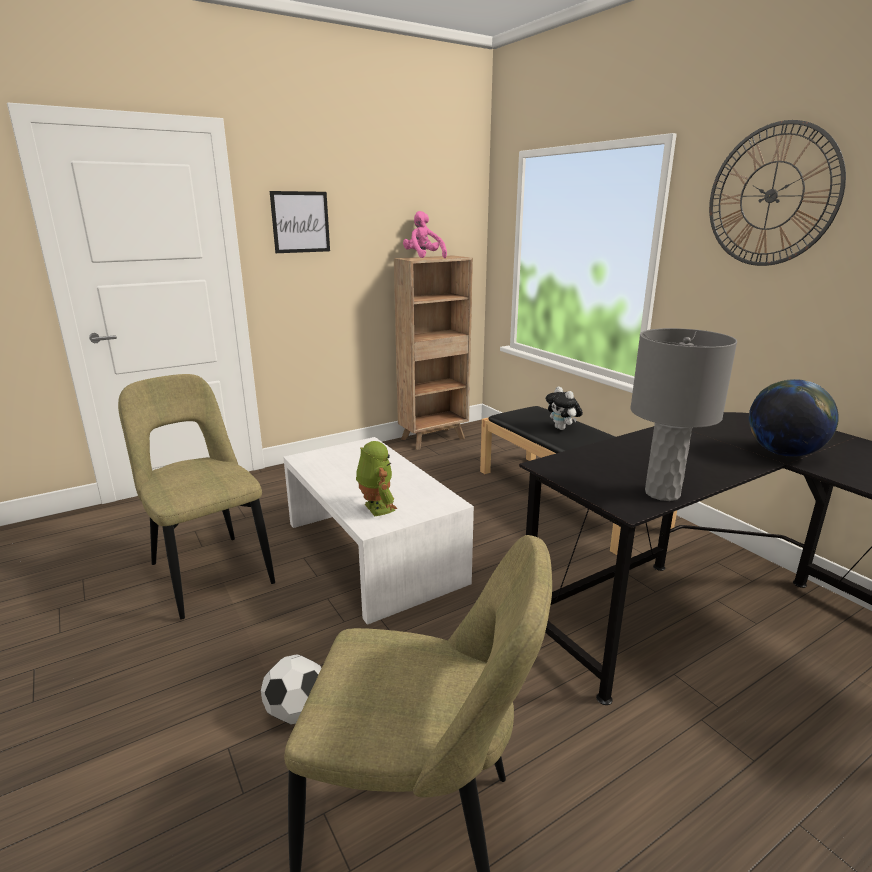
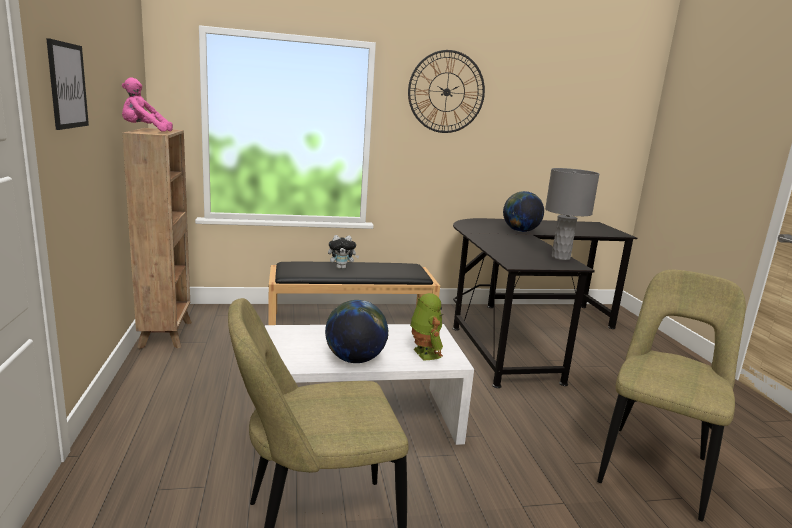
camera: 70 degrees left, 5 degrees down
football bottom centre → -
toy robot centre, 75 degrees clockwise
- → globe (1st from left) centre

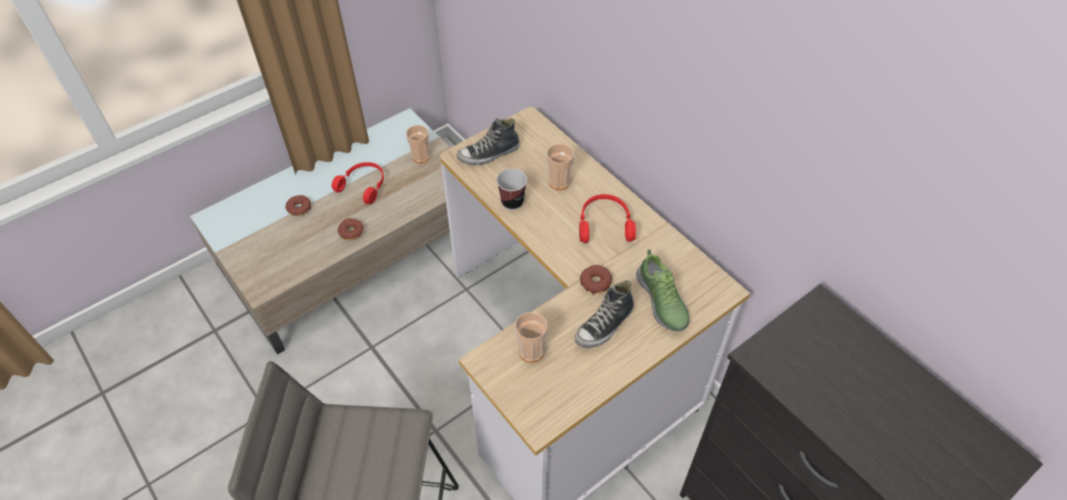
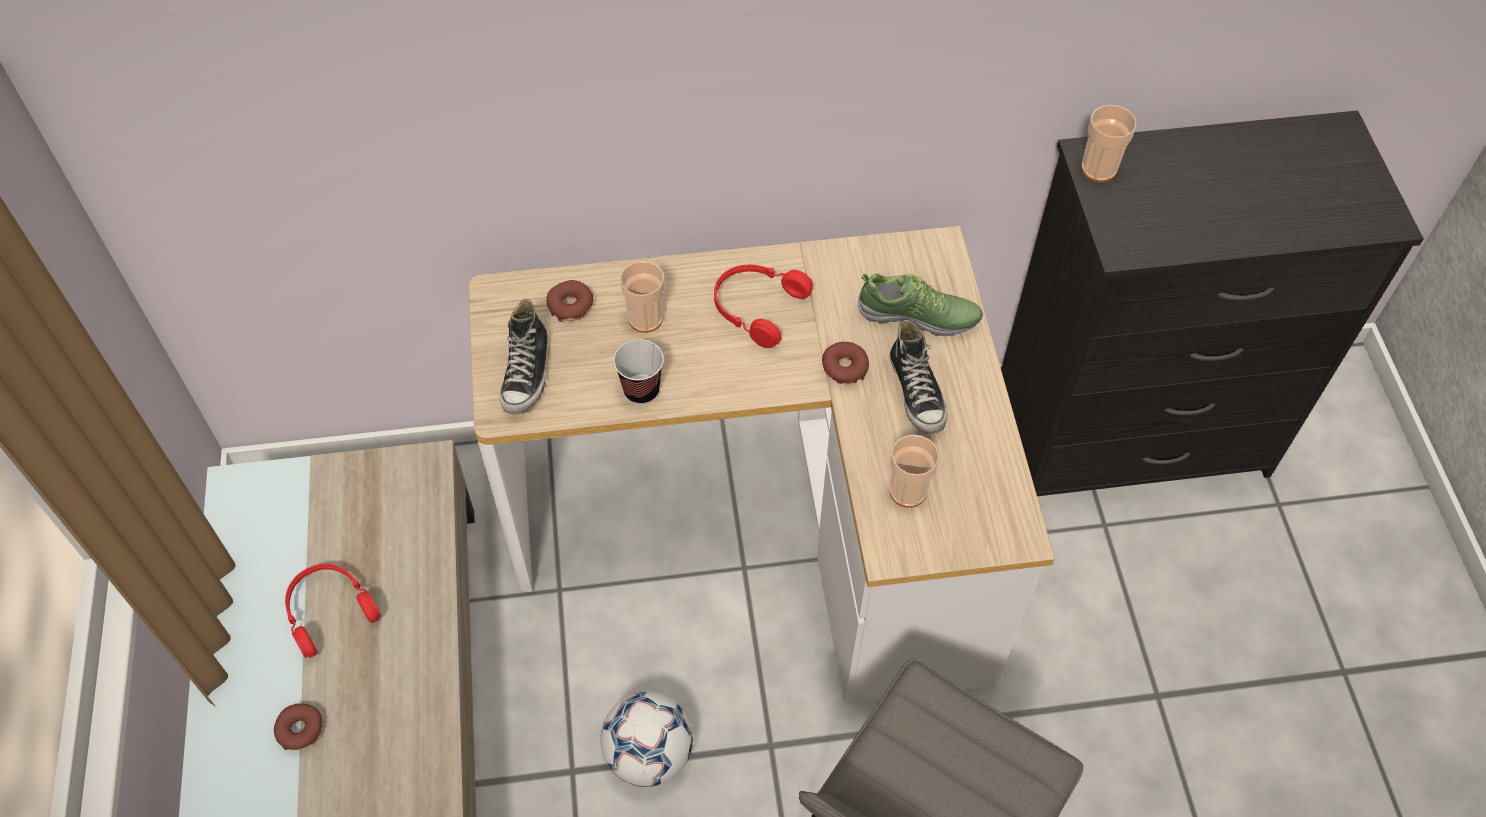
camera: 60 degrees left, 5 degrees up
donut (2nd from left) middle left → donut (2nd from left) centre, move
cup (1st from left in the first image) top centre → cup (4th from left) top right, move
- → football bottom centre

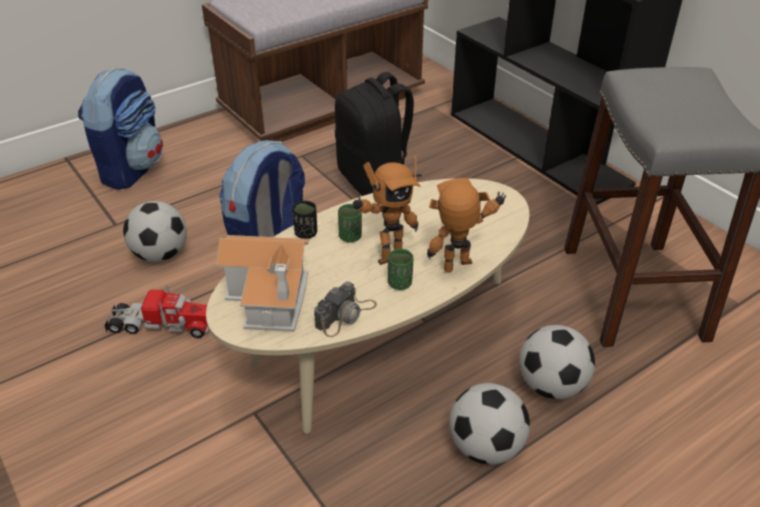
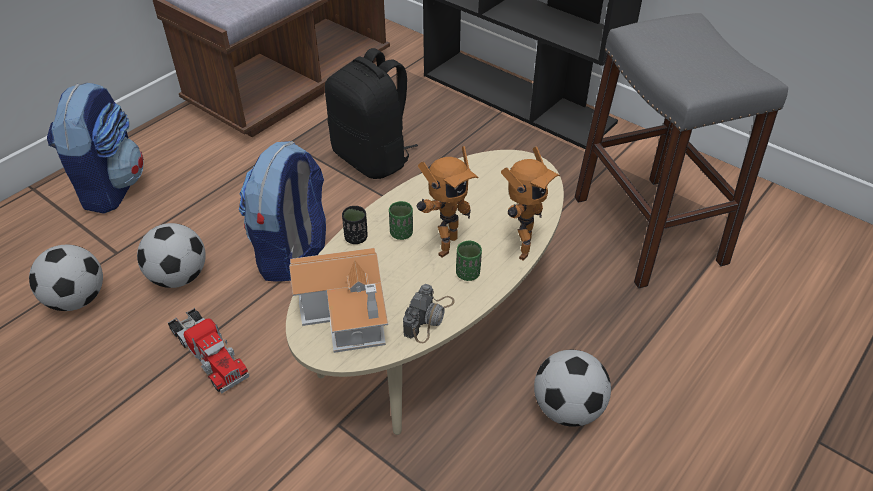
camera: 15 degrees left, 5 degrees up
toy truck middle left → toy truck bottom left, 60 degrees clockwise
toy robot (2nd from left) centre, 150 degrees clockwise
football (3rd from left in the first image) bottom right → football (1st from left) middle left, move

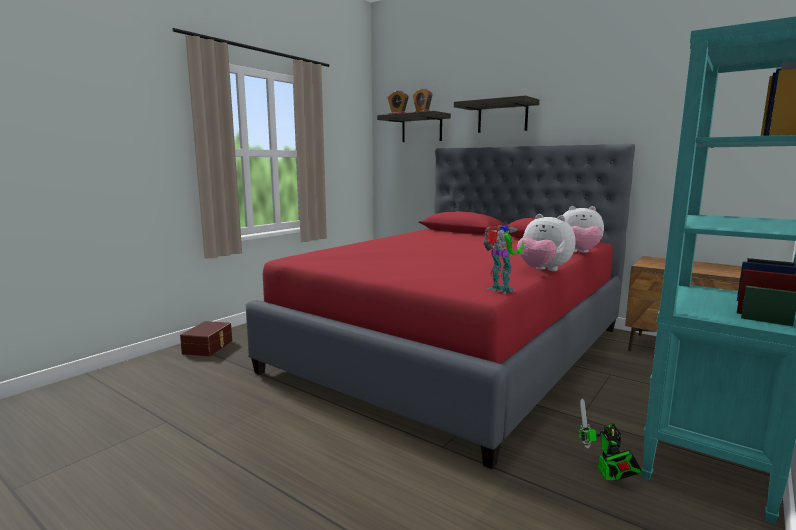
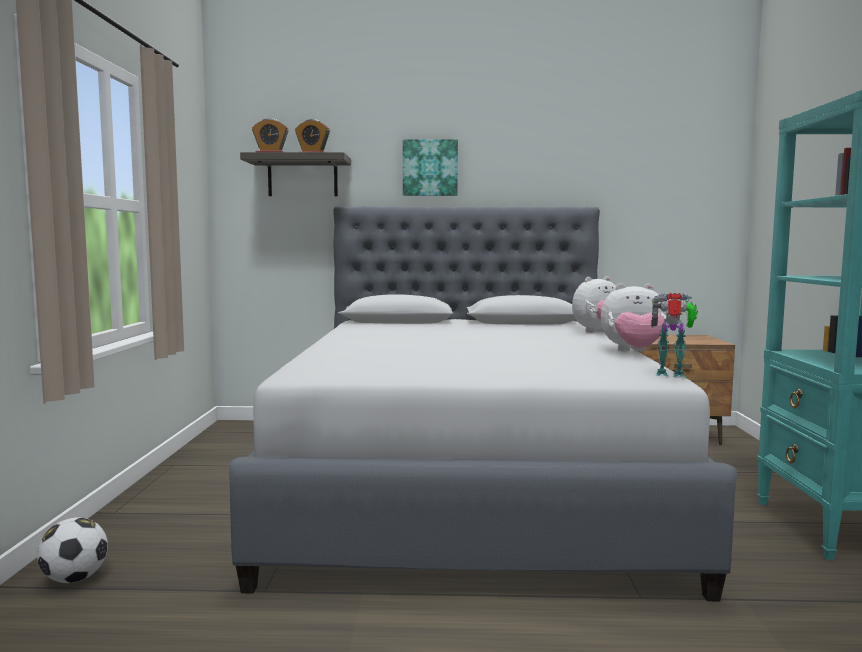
camera: 35 degrees left, 5 degrees down
brown storage box middle left → football bottom left
red bed centre → grey bed centre
shelf (2nd from left) top centre → picture top centre
toy robot (2nd from left) bottom right → -

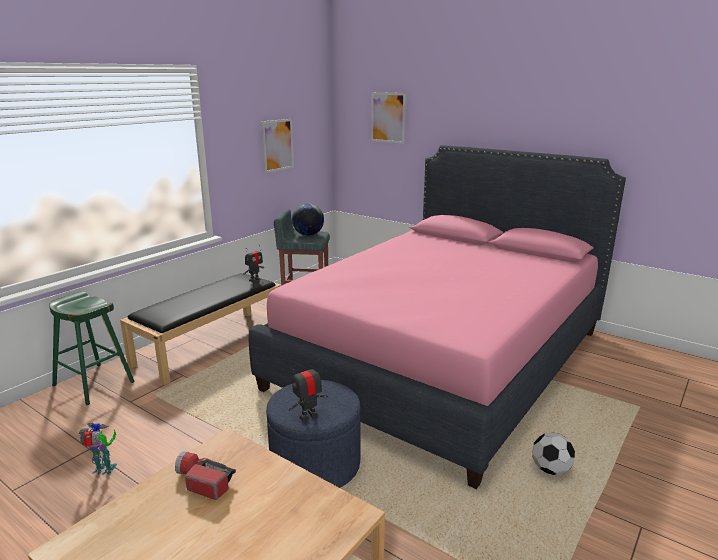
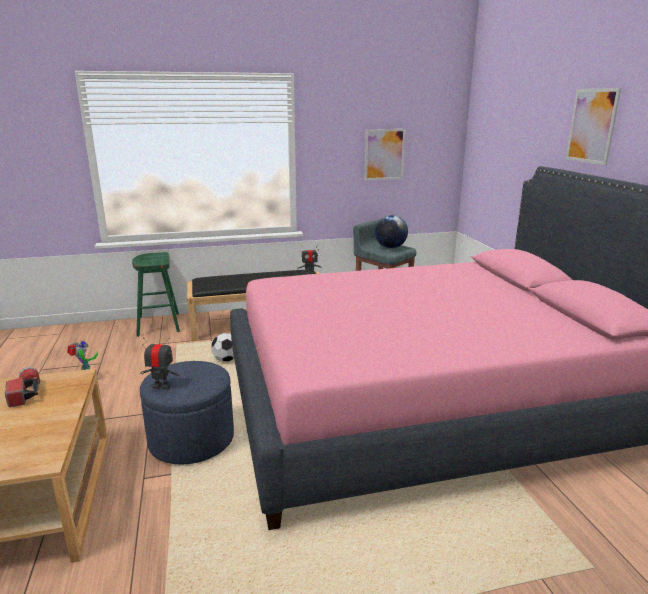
camera: 40 degrees right, 0 degrees up
picture (2nd from left) top centre → picture (2nd from left) top right, move
football bottom right → football centre, move

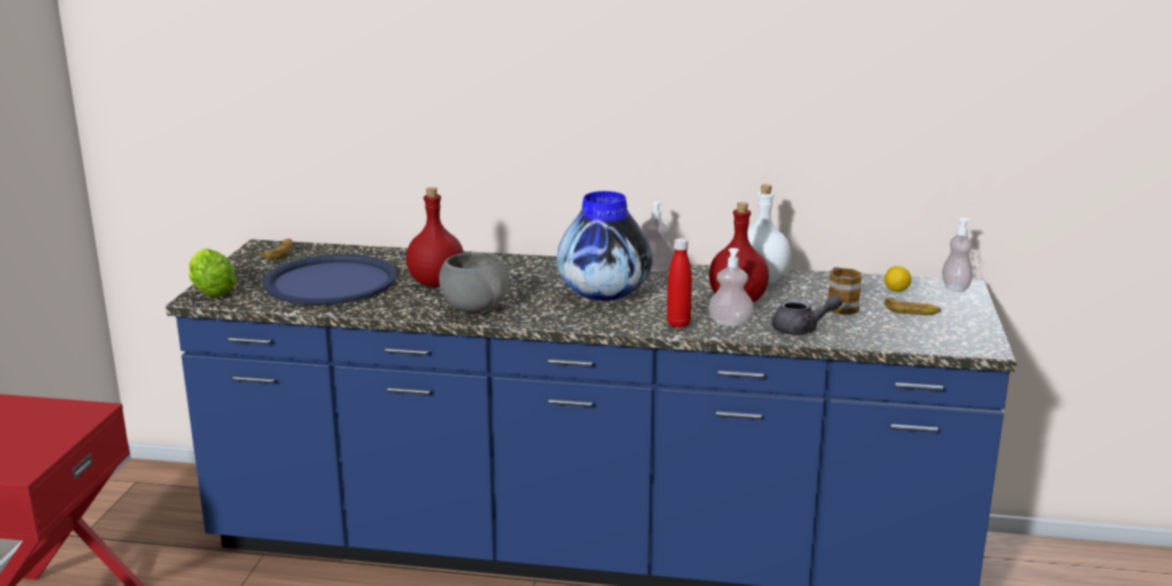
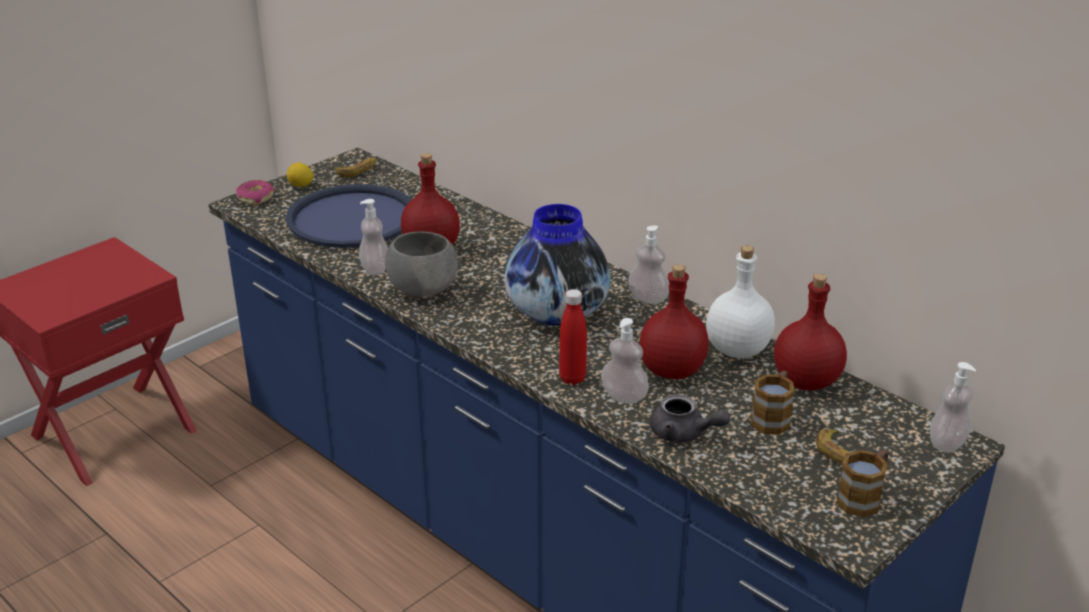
camera: 35 degrees right, 10 degrees up
lettuce middle left → donut top left
lemon middle right → lemon top left, move
- → soap dispenser (1st from left) centre
- → red bottle (4th from left) middle right
- → mug (2nd from left) bottom right

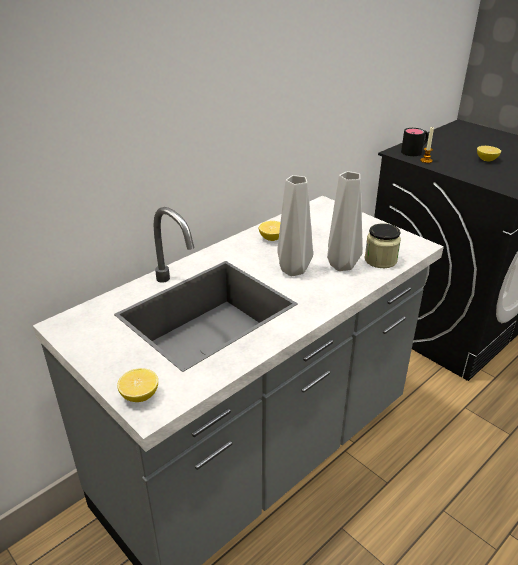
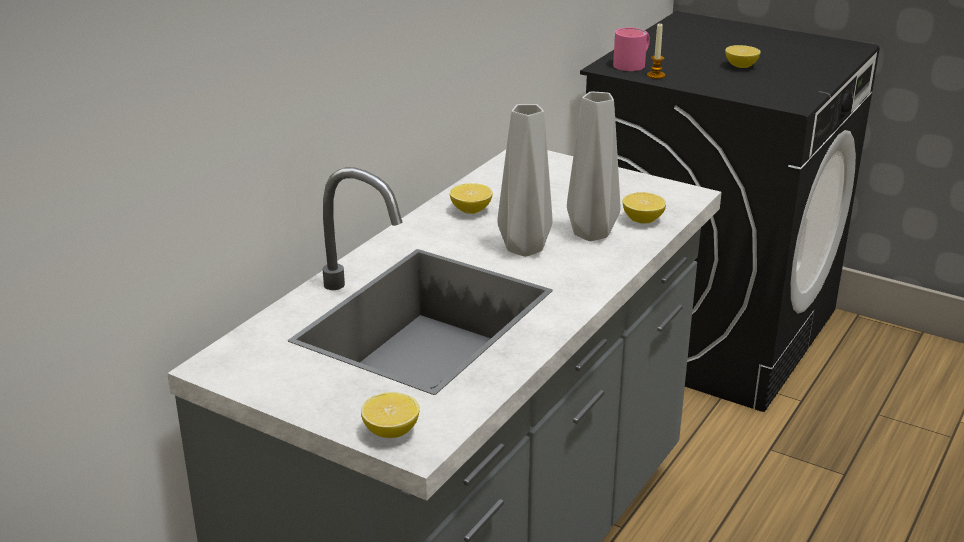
camera: 15 degrees left, 5 degrees down
jar middle right → lemon (3rd from left) middle right
black mug top right → pink mug top centre

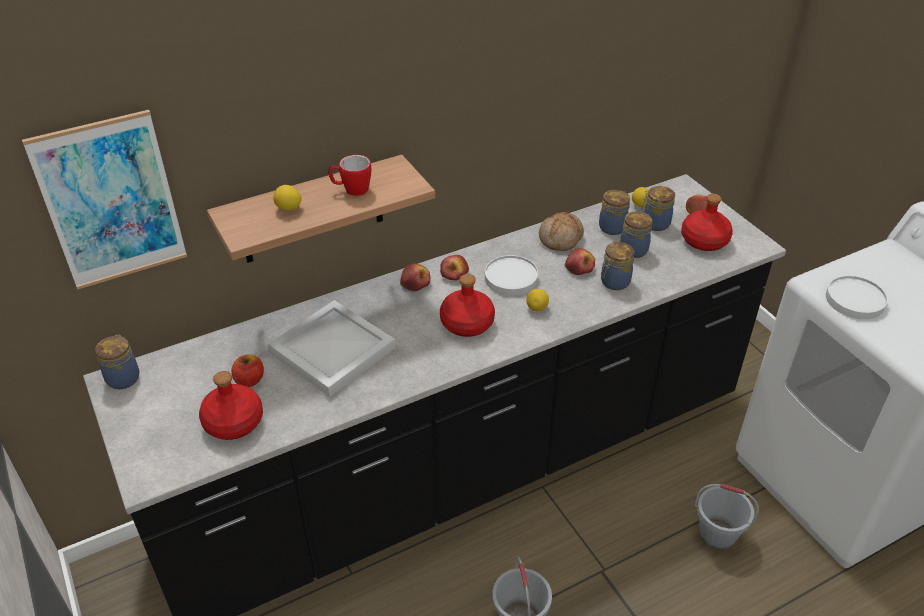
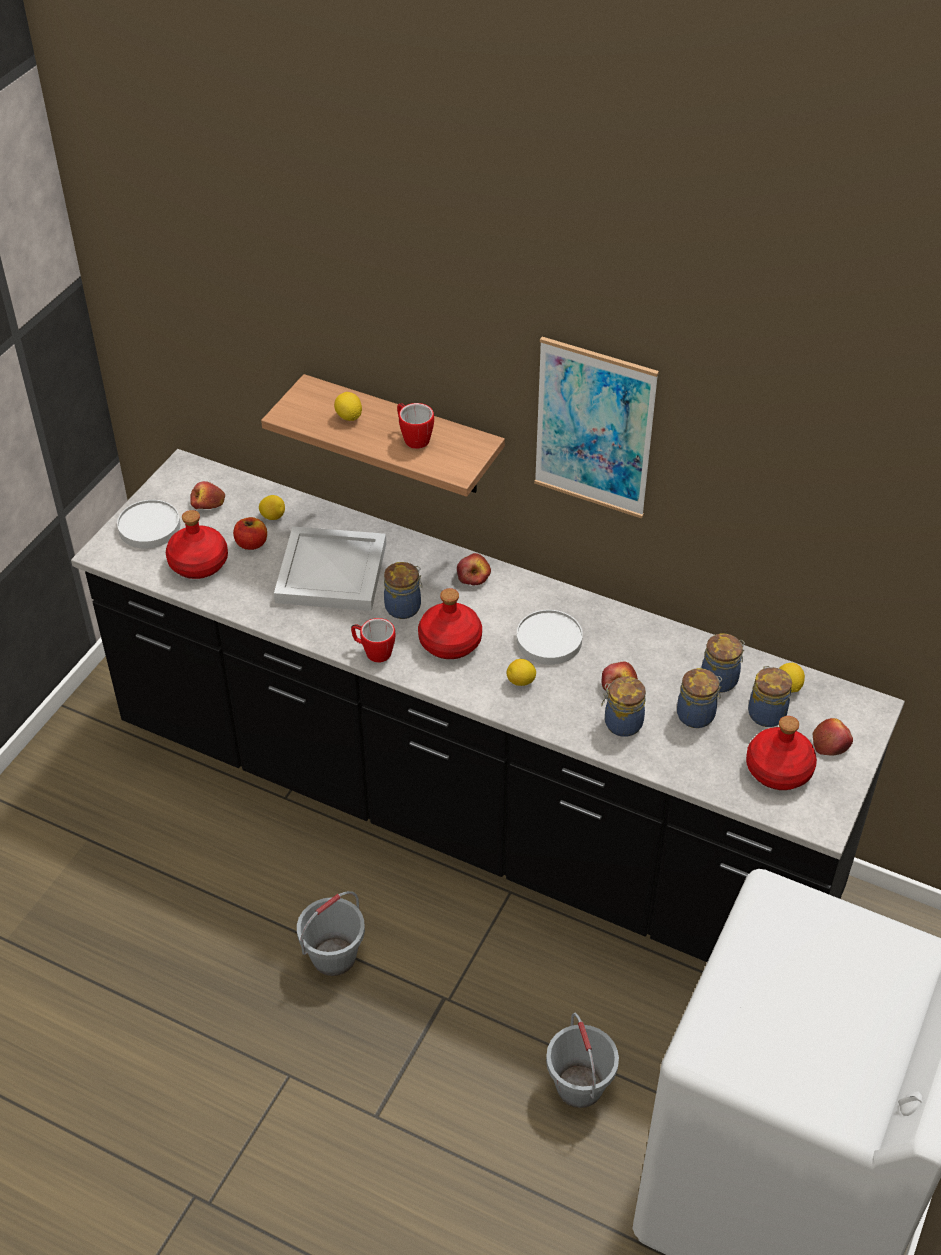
camera: 55 degrees right, 5 degrees up
picture top left → picture centre, move
jar (1st from left) middle left → jar (1st from left) centre, move
apple (3rd from left in the first image) centre → apple (1st from left) middle left, move
bread centre → -
white plate (2nd from left in the first image) middle right → white plate (1st from left) middle left, move
- → lemon (1st from left) middle left
- → mug (1st from left) centre

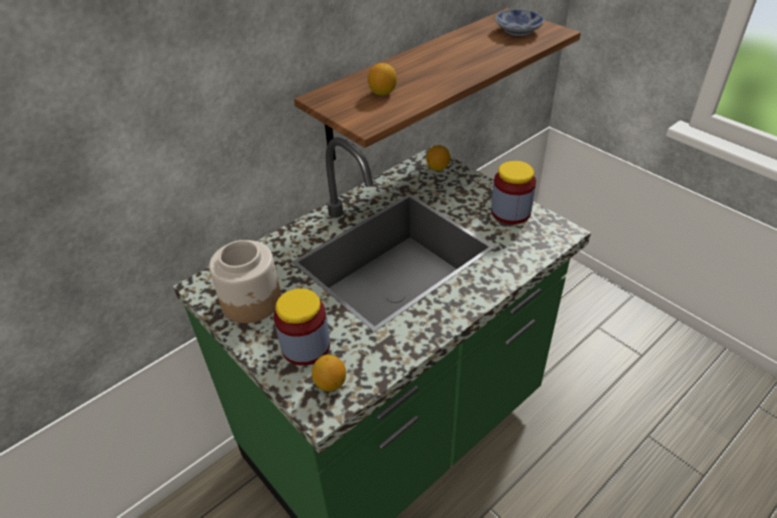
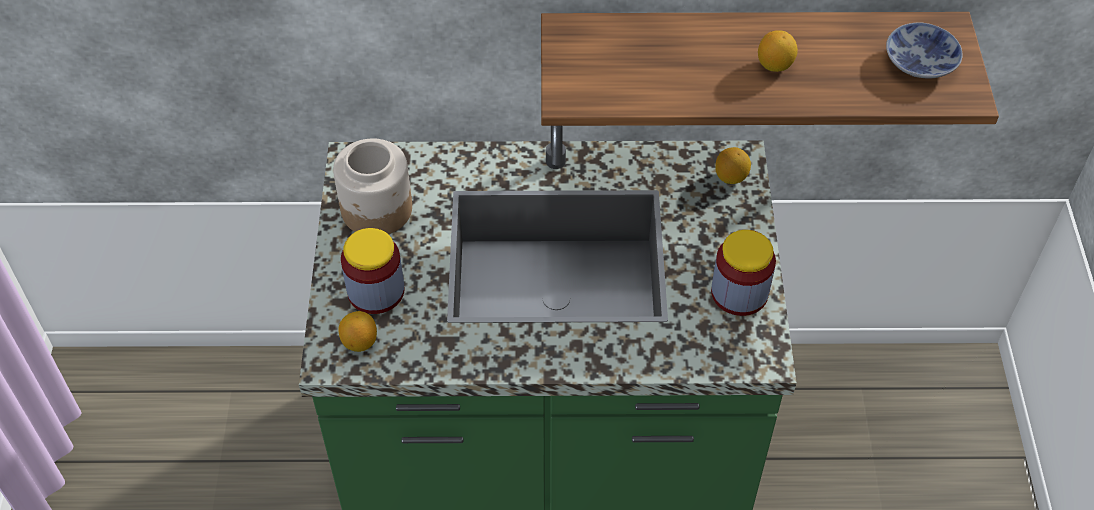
camera: 40 degrees right, 10 degrees up
lemon (2nd from left in the first image) top centre → lemon (3rd from left) top right, move

